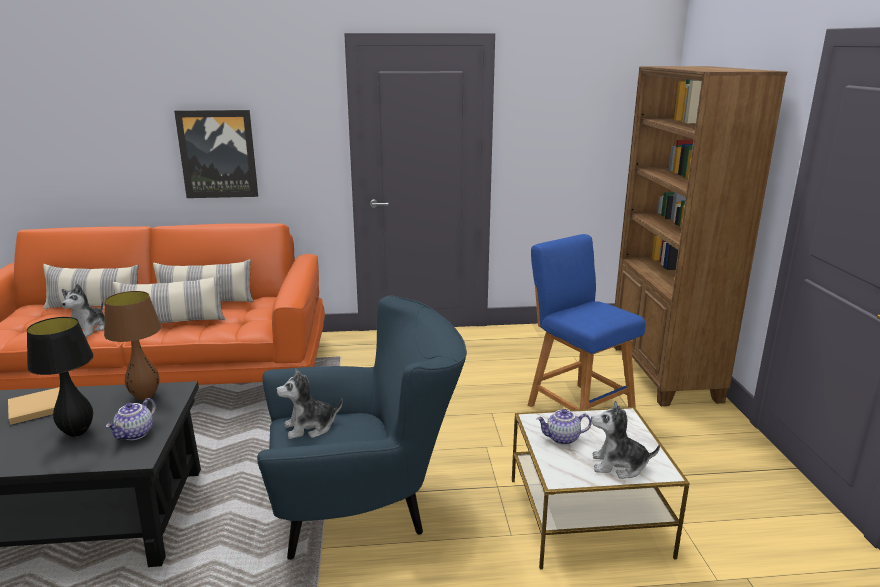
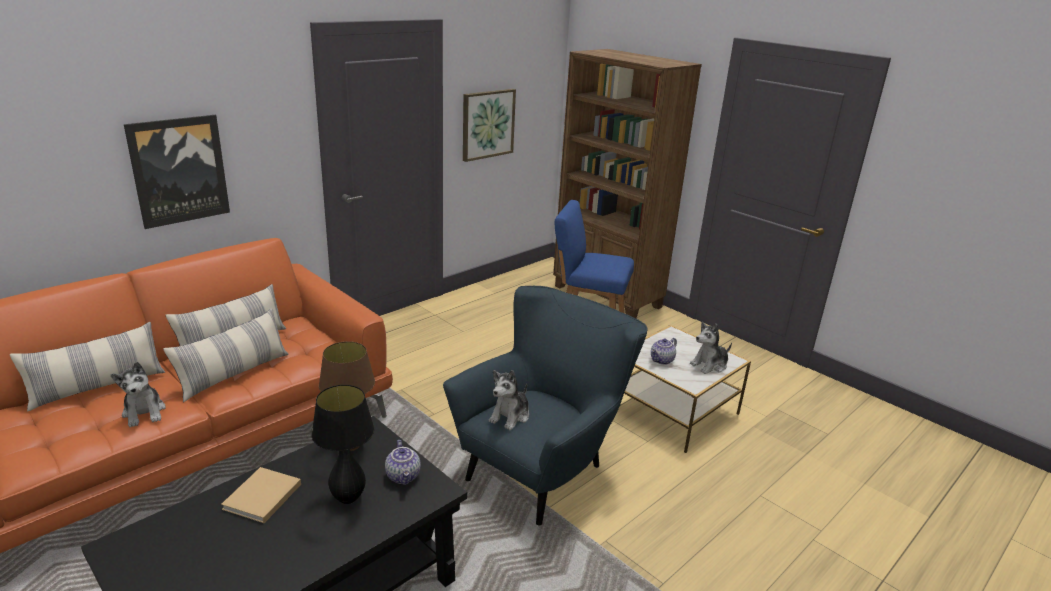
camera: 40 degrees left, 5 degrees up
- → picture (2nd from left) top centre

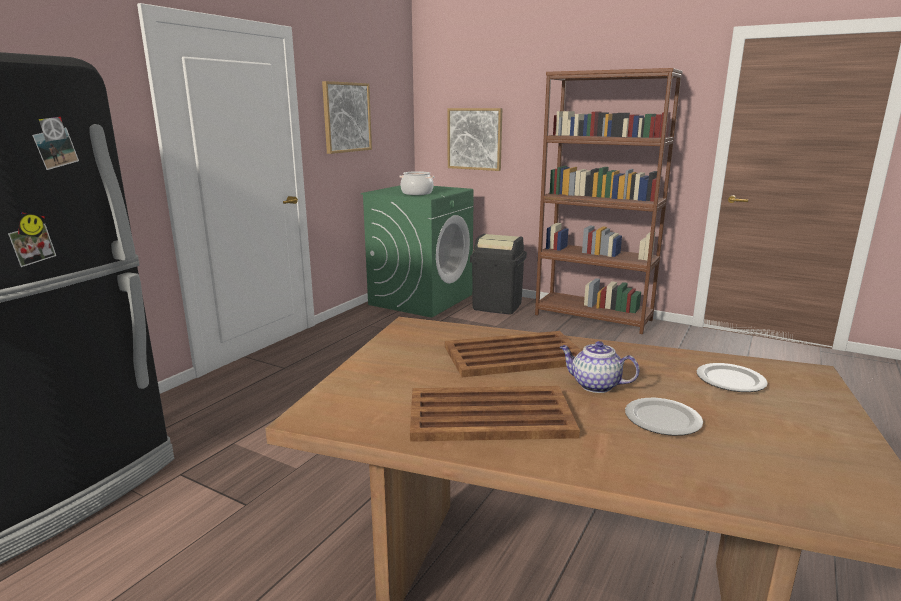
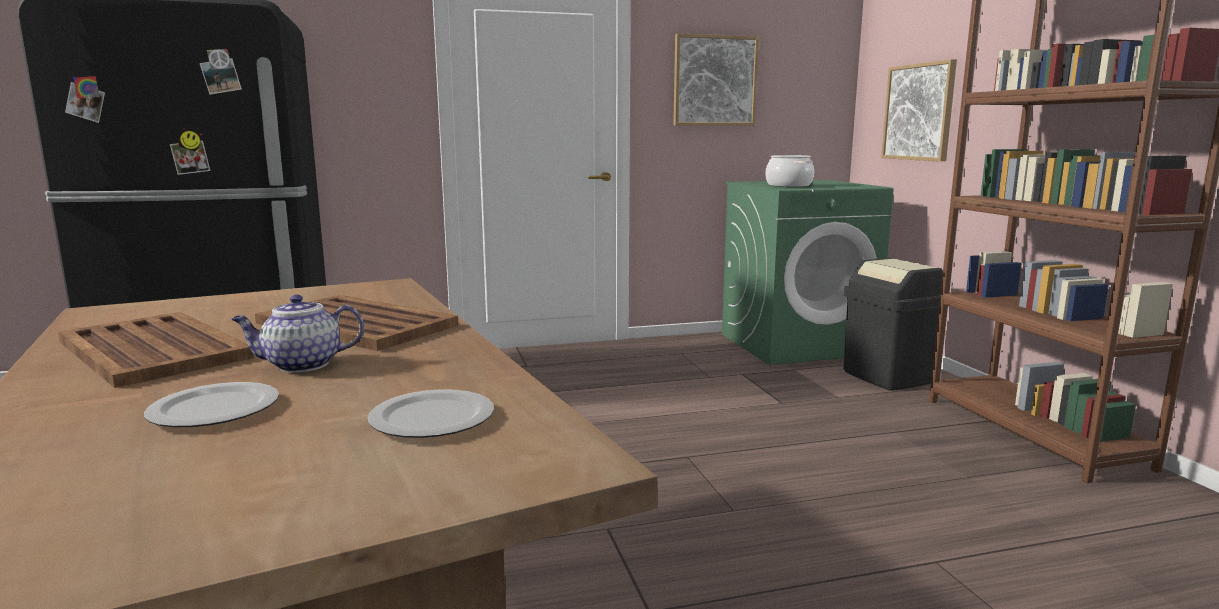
camera: 45 degrees right, 5 degrees down
teapot centre → teapot middle left, 90 degrees counterclockwise

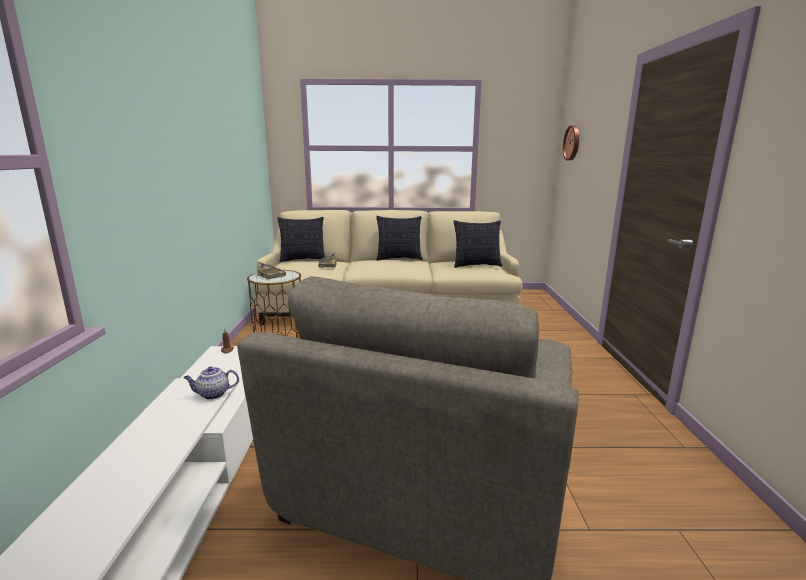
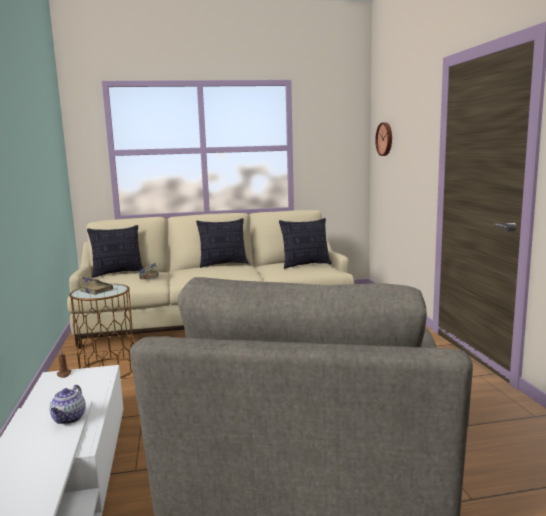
camera: 10 degrees left, 5 degrees down
teapot middle left → teapot bottom left, 60 degrees counterclockwise

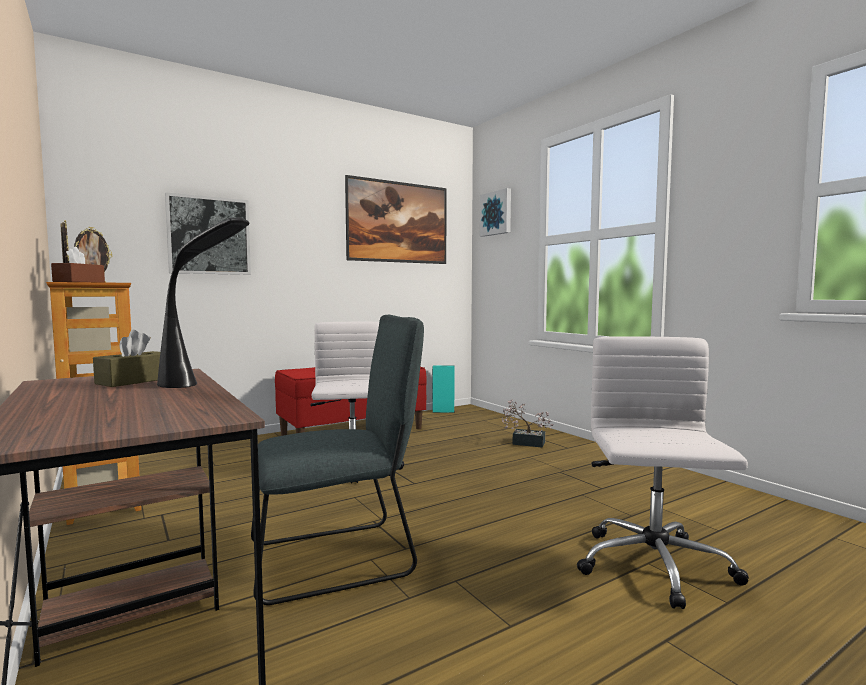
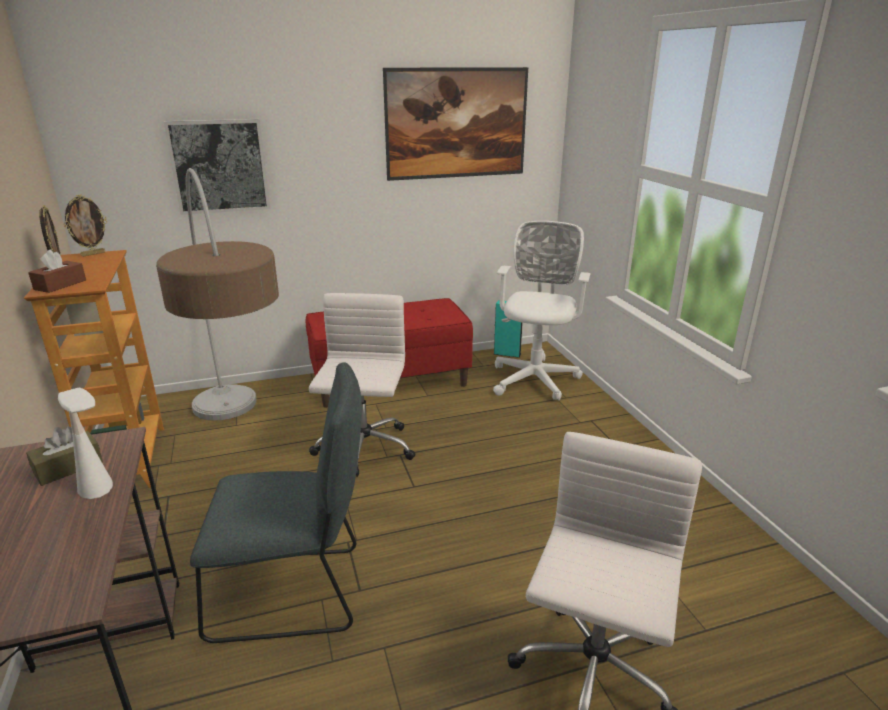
camera: 15 degrees right, 20 degrees up
black table lamp middle left → white table lamp middle left
picture (3rd from left) top centre → -
potted plant centre → -
- → floor lamp middle left
- → white office chair (2nd from left) centre

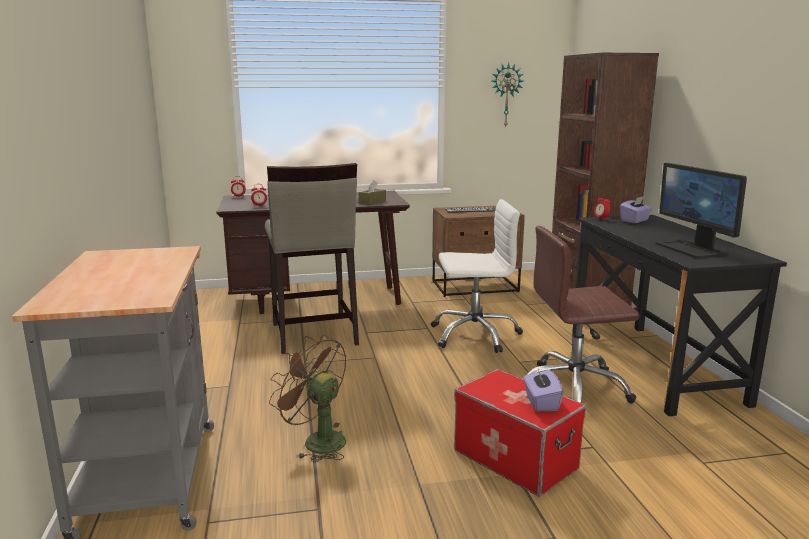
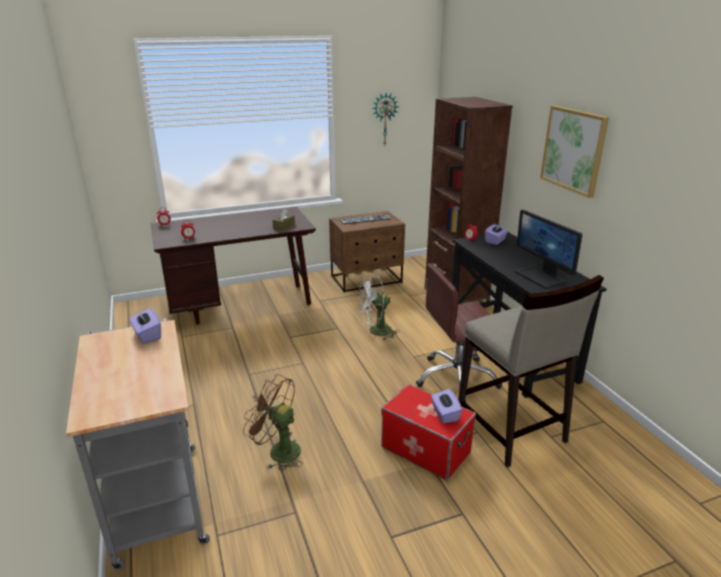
camera: 10 degrees left, 10 degrees up
beige stool centre → beige stool middle right, move
white office chair centre → white fan centre
- → purple tissue box (1st from left) middle left
- → picture top right

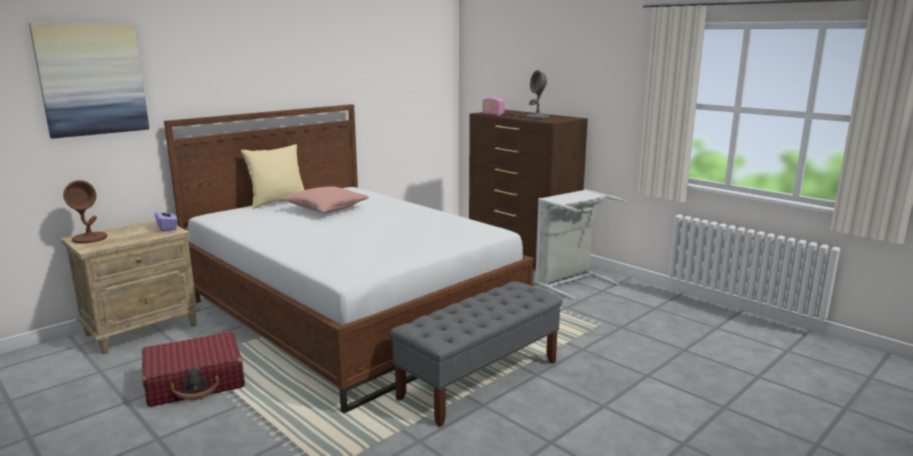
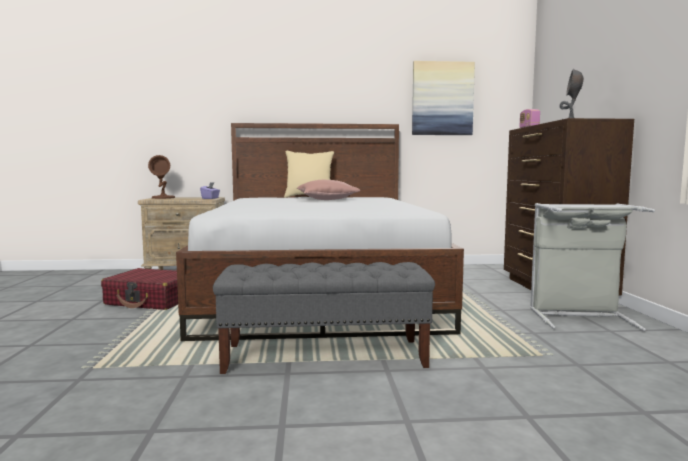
camera: 40 degrees right, 10 degrees down
picture top left → picture top centre, move

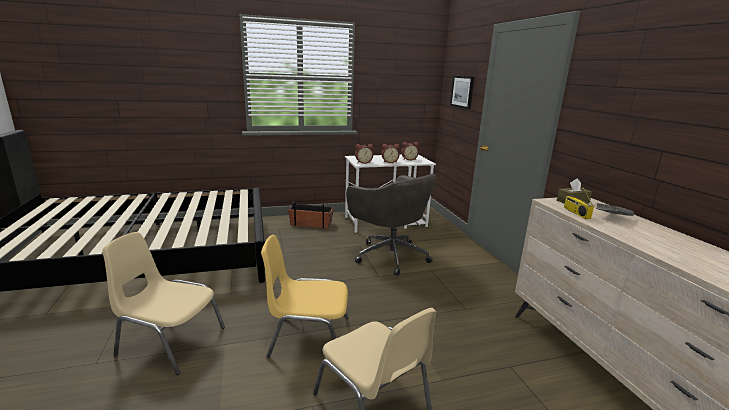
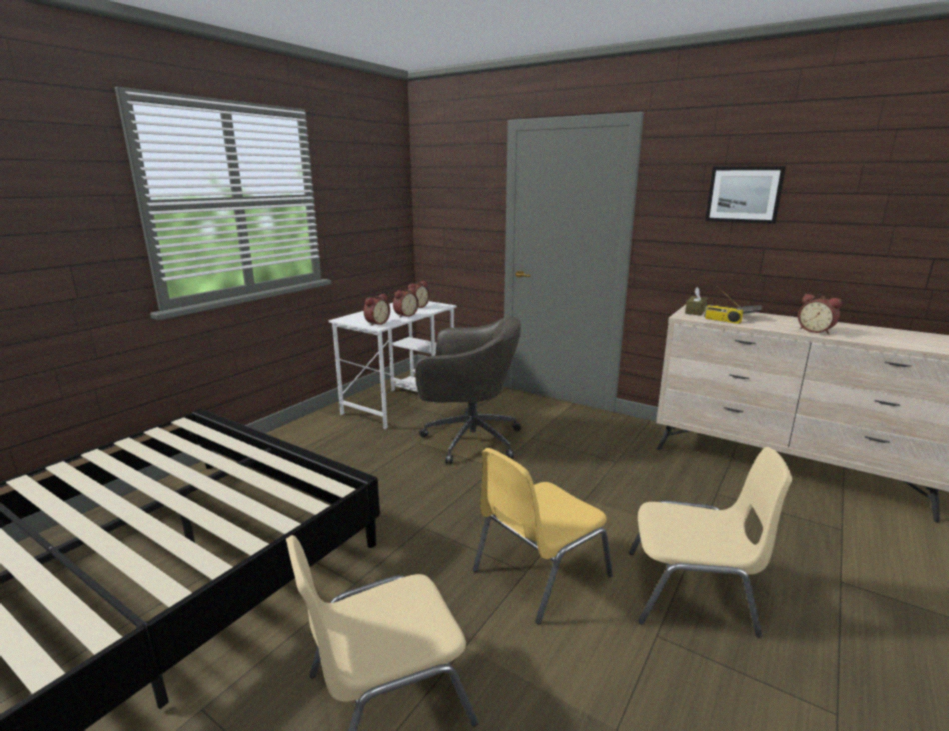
camera: 40 degrees left, 0 degrees up
planter centre → -
picture top centre → picture top right, move
- → alarm clock (4th from left) middle right

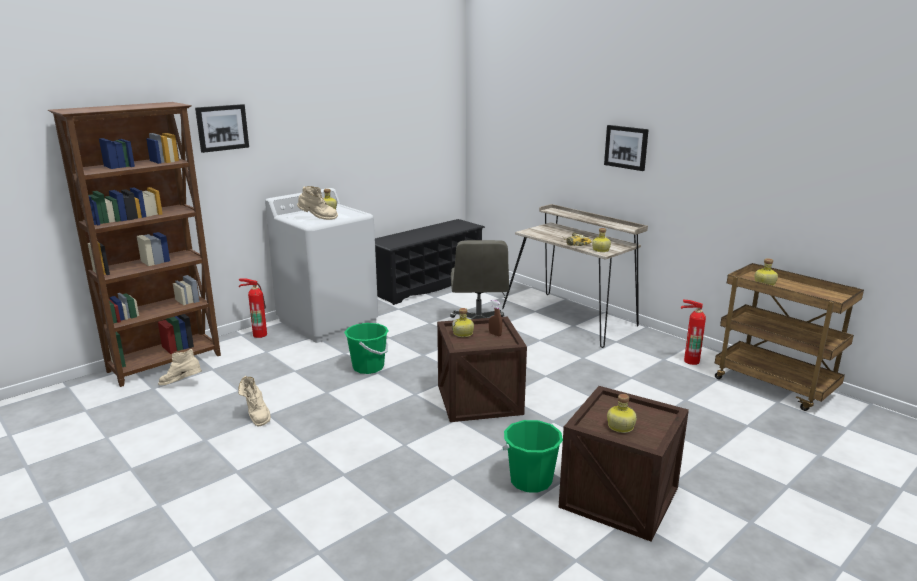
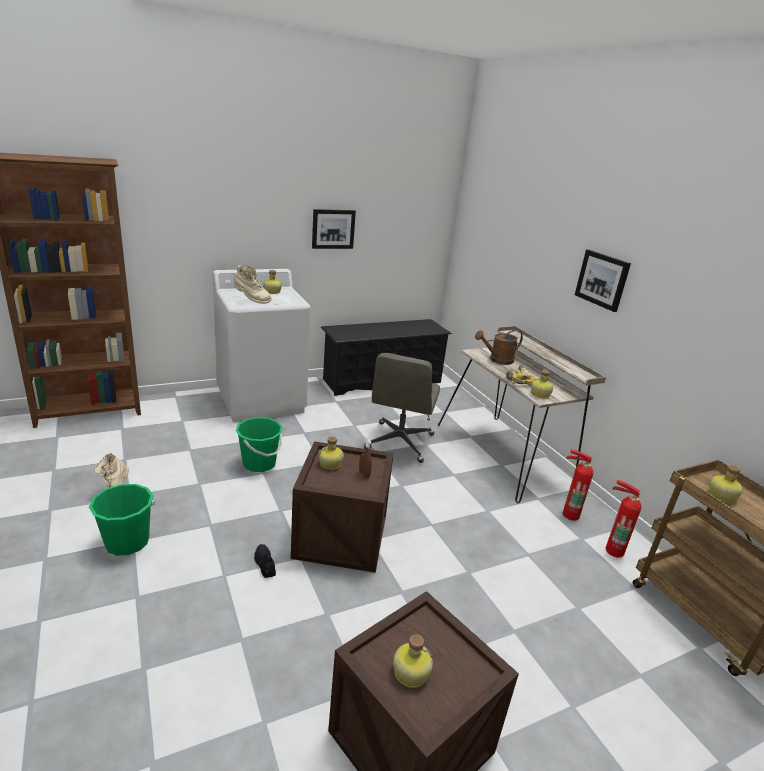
camera: 15 degrees right, 5 degrees up
beige boot (1st from left) middle left → -
picture (1st from left) top left → picture (1st from left) top centre, move
fire extinguisher (1st from left) middle left → fire extinguisher (1st from left) middle right, move
green bucket (2nd from left in the first image) bottom centre → green bucket (1st from left) bottom left, move
- → black shoe bottom centre
- → brown watering can centre

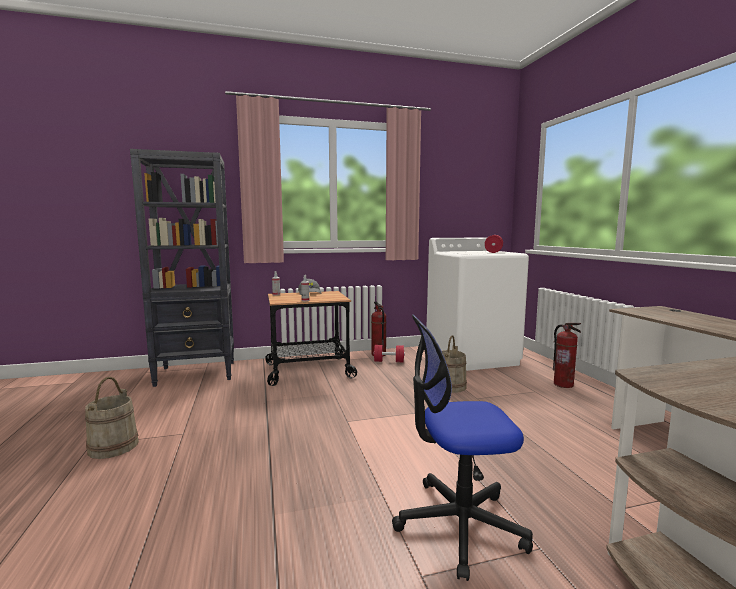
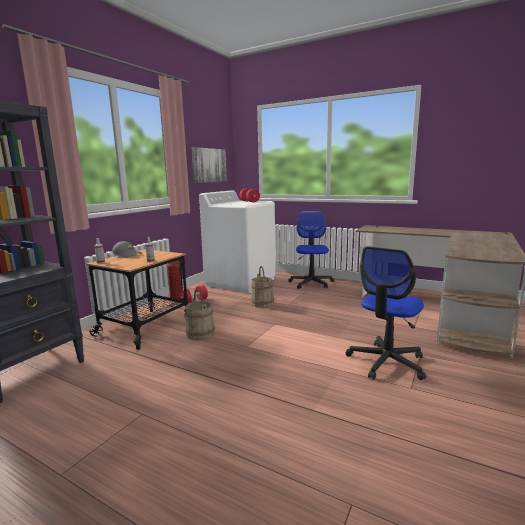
camera: 45 degrees left, 5 degrees up
beige bucket (1st from left) bottom left → beige bucket (1st from left) centre, move
fire extinguisher (2nd from left) middle right → office chair (1st from left) centre
- → picture top centre

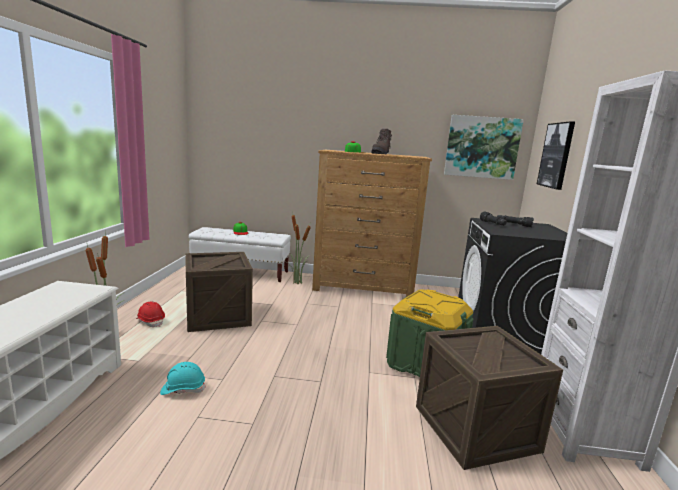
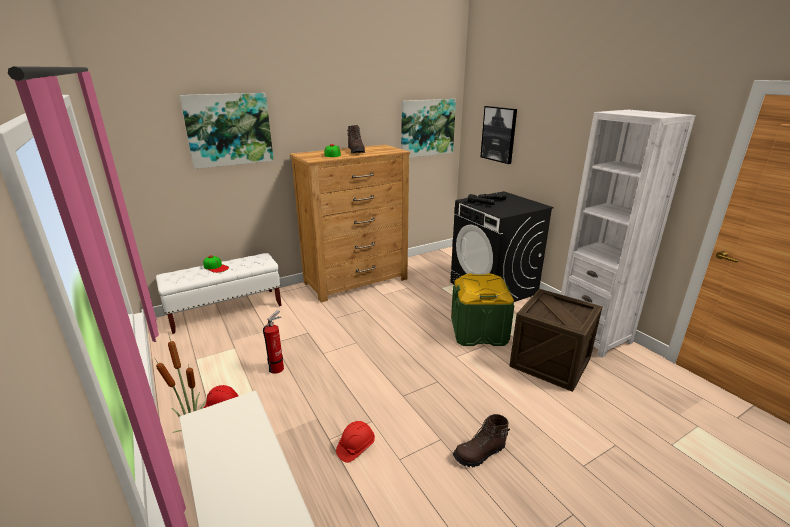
camera: 35 degrees left, 10 degrees up
turquoise hard hat bottom left → red hard hat (2nd from left) bottom centre
crate (1st from left) middle left → fire extinguisher centre
potted plant (2nd from left) centre → -
- → picture (1st from left) top left
- → brown boot (2nd from left) bottom centre

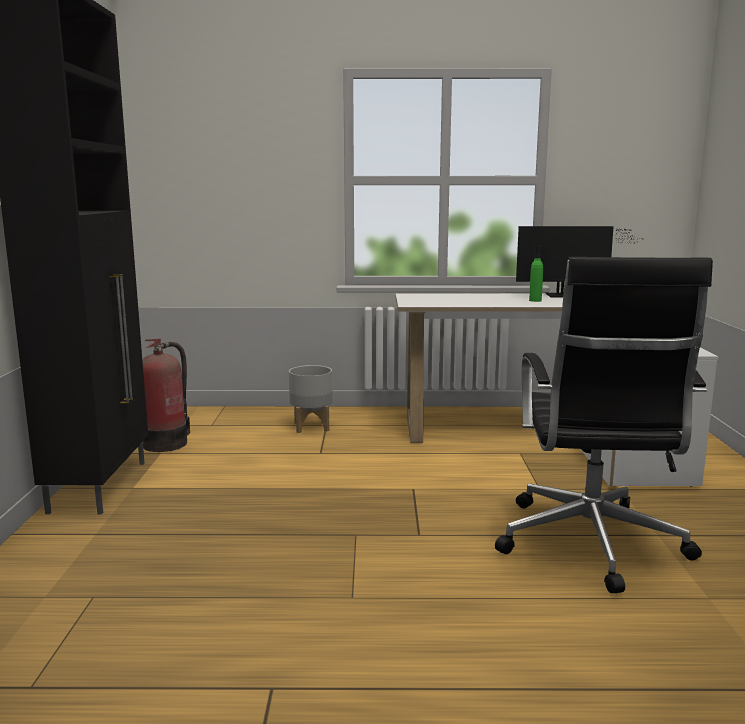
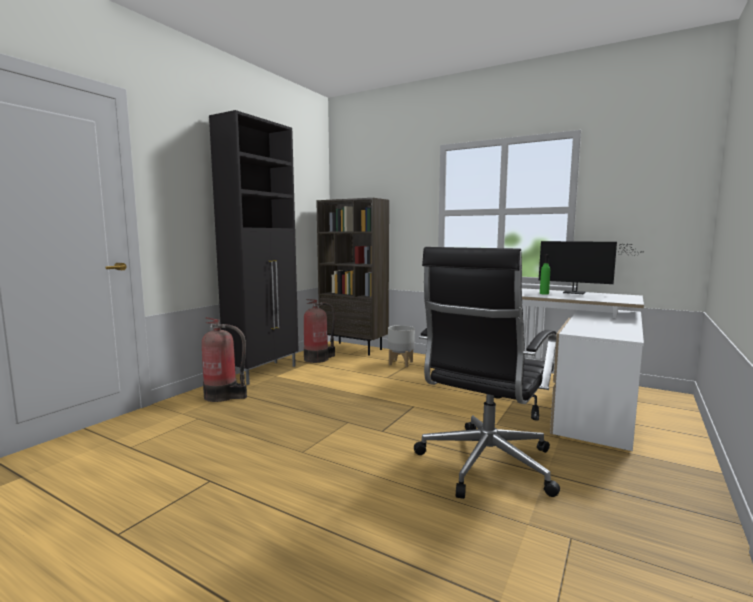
camera: 30 degrees right, 5 degrees down
- → fire extinguisher (1st from left) middle left
- → brown bookcase centre

